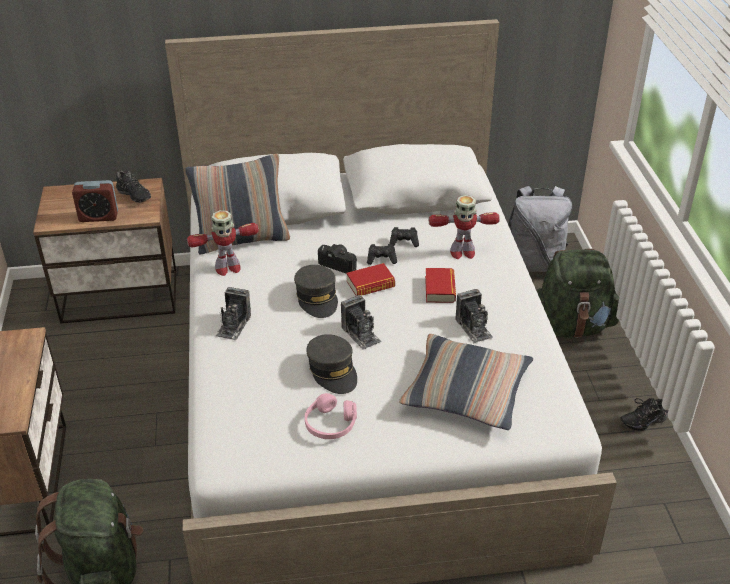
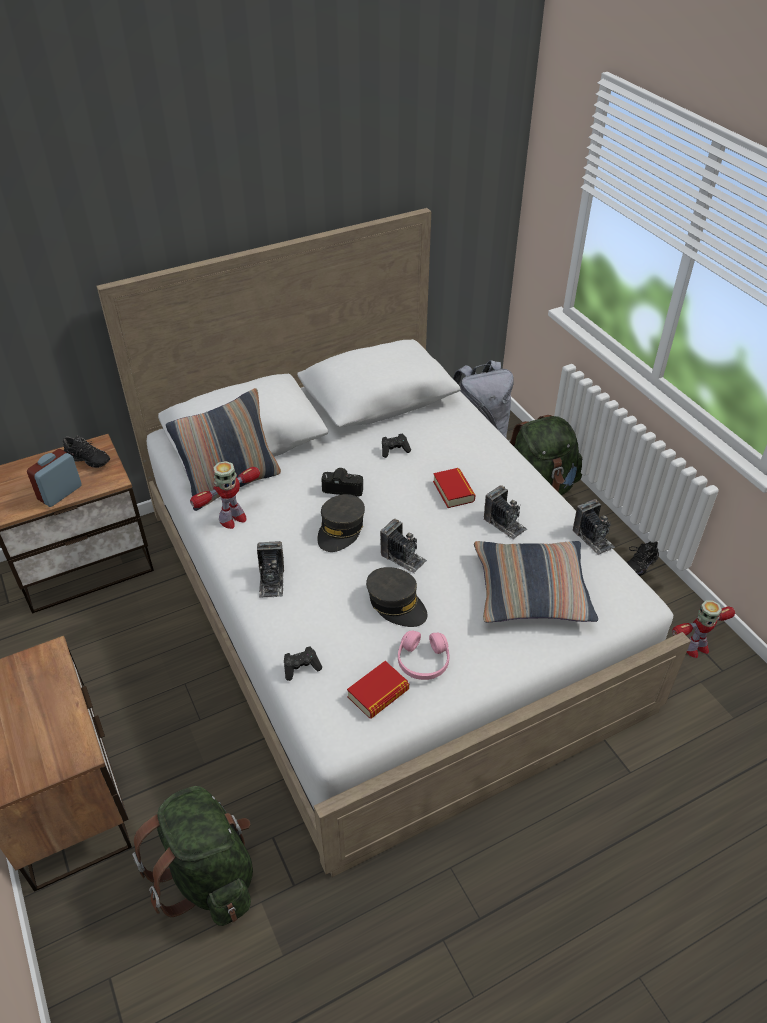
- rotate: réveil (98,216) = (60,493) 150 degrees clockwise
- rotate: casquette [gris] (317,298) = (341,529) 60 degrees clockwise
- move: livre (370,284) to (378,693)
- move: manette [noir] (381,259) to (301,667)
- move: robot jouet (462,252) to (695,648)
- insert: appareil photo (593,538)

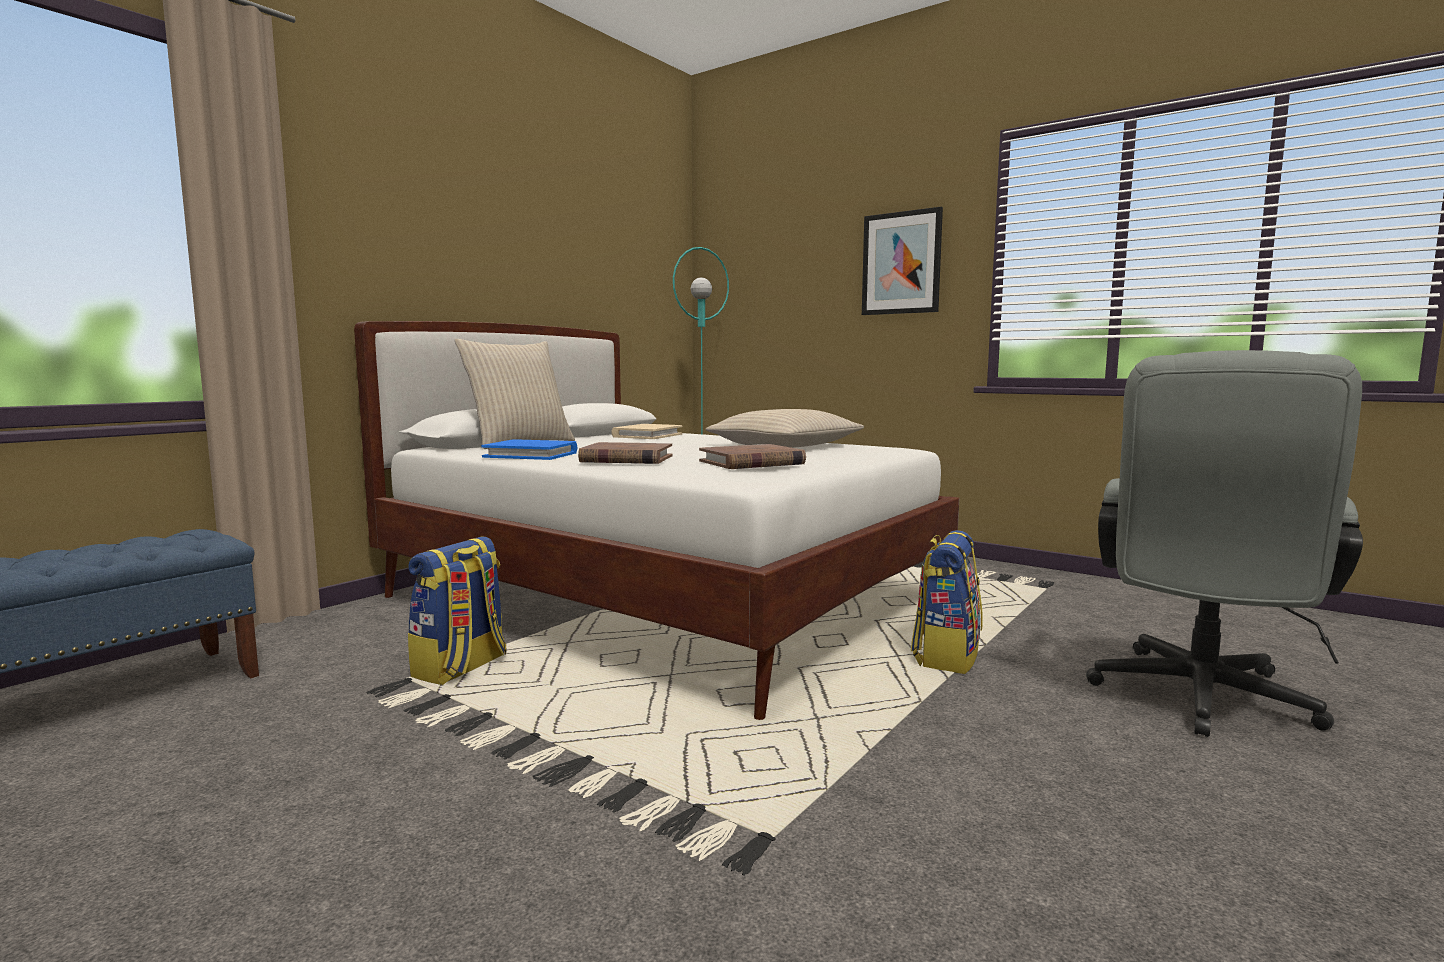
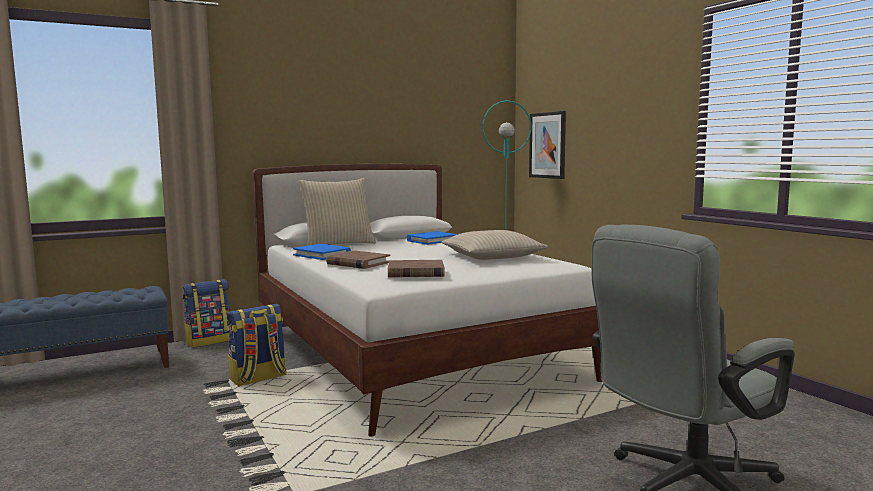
- recolor: livre [beige] (647,435) to livre [bleu] (432,240)
- move: tableau (901,263) to (547,145)
- move: sac à dos (945,656) to (208,341)

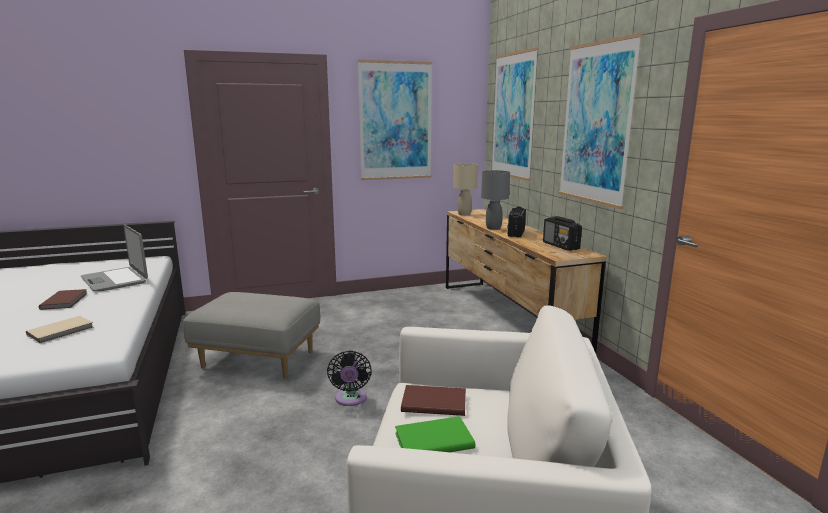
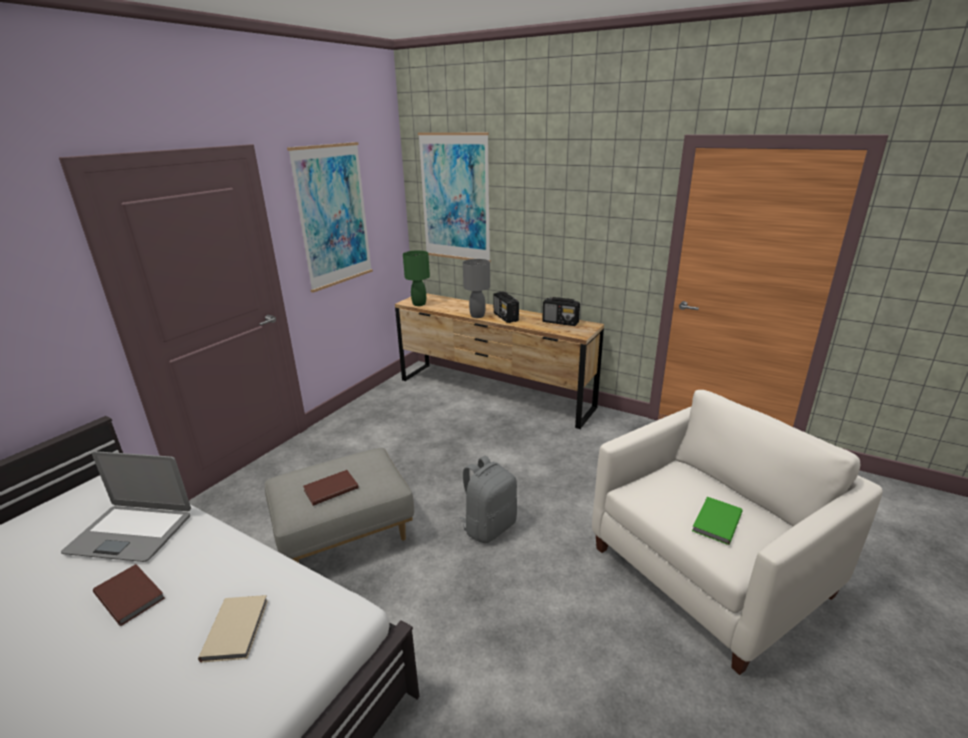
- replace: ventilateur [noir] (350,399) to sac à dos [gris] (489,526)
- move: livre [marron] (433,402) to (330,489)
- recolor: lampe de table [beige] (464,214) to lampe de table [vert] (419,304)
- delete: tableau (596,123)

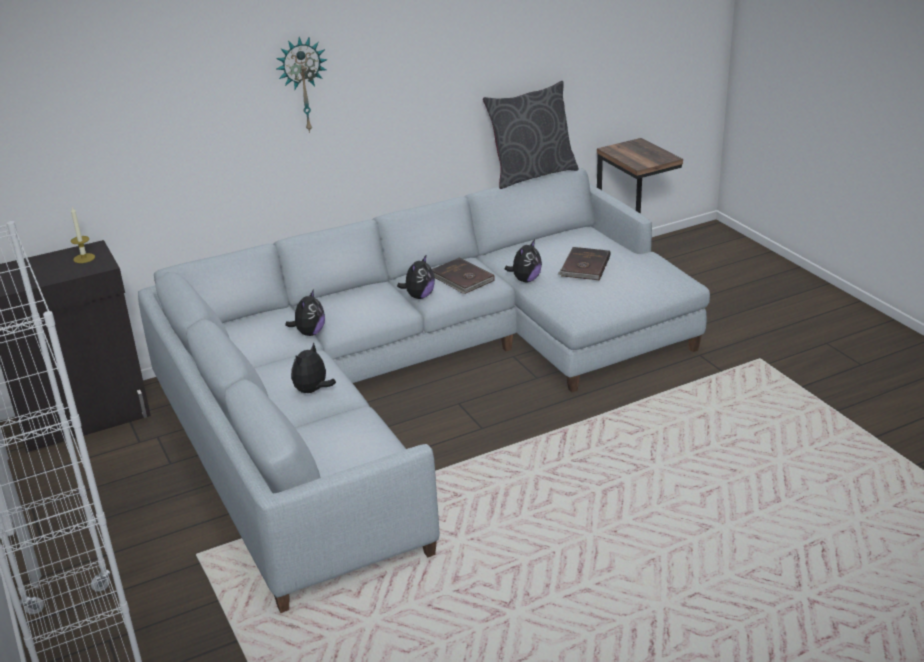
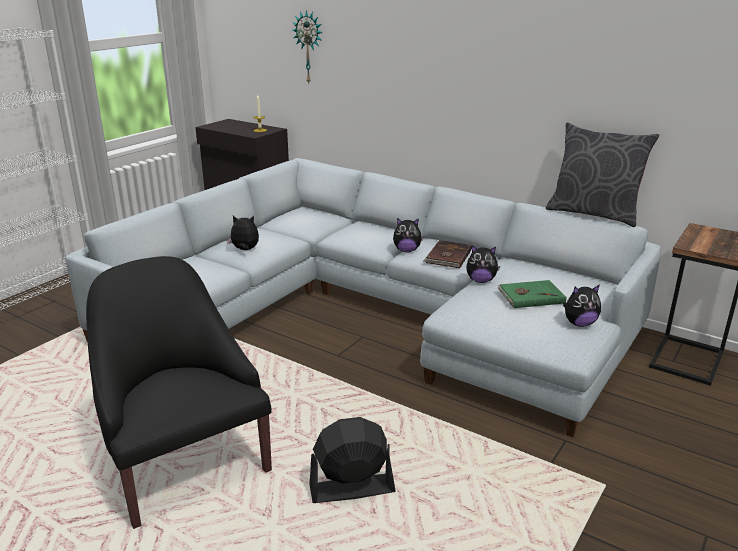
- move: horloge murale (302,84) to (309,47)
- move: peluche (309,333) to (579,323)
- recolor: livre [marron] (584,266) to livre [vert] (530,296)
- insert: fauteuil [noir] (185,465)
- insert: ventilateur [noir] (351,489)

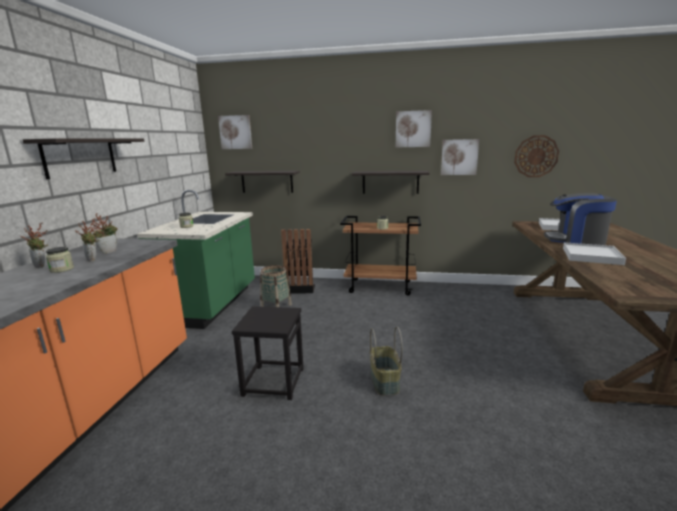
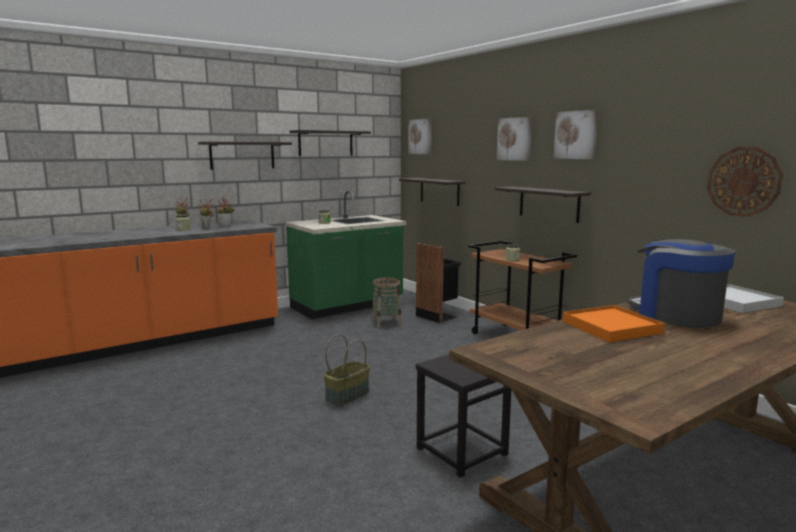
- move: tabouret [noir] (273,381) to (461,451)
- move: tableau (459,157) to (515,139)
- recolor: plateau [blanc] (591,256) to plateau [orange] (611,327)
- insert: étagère (326,143)

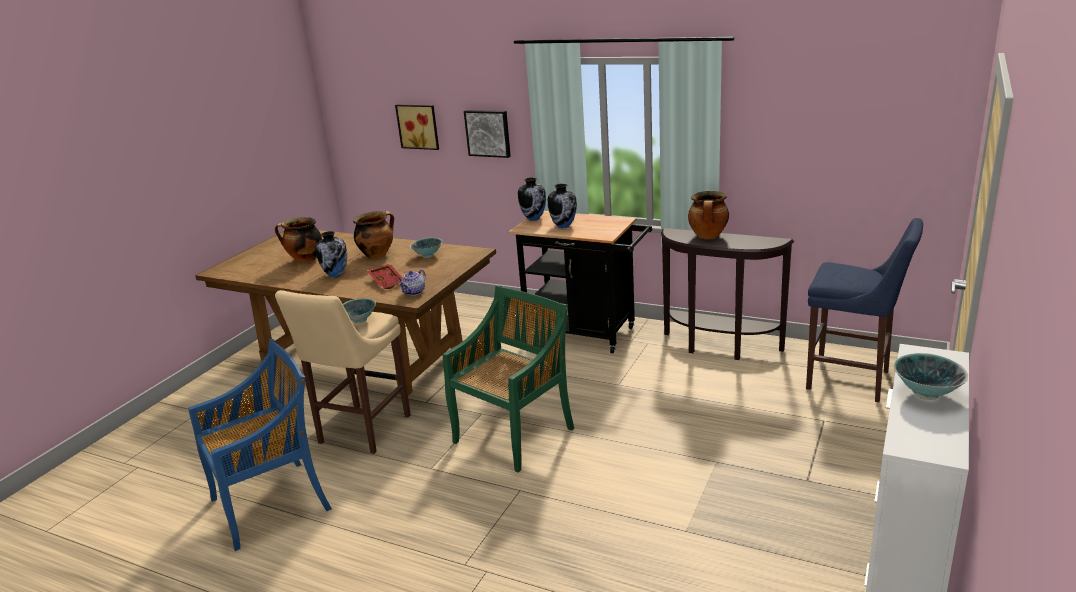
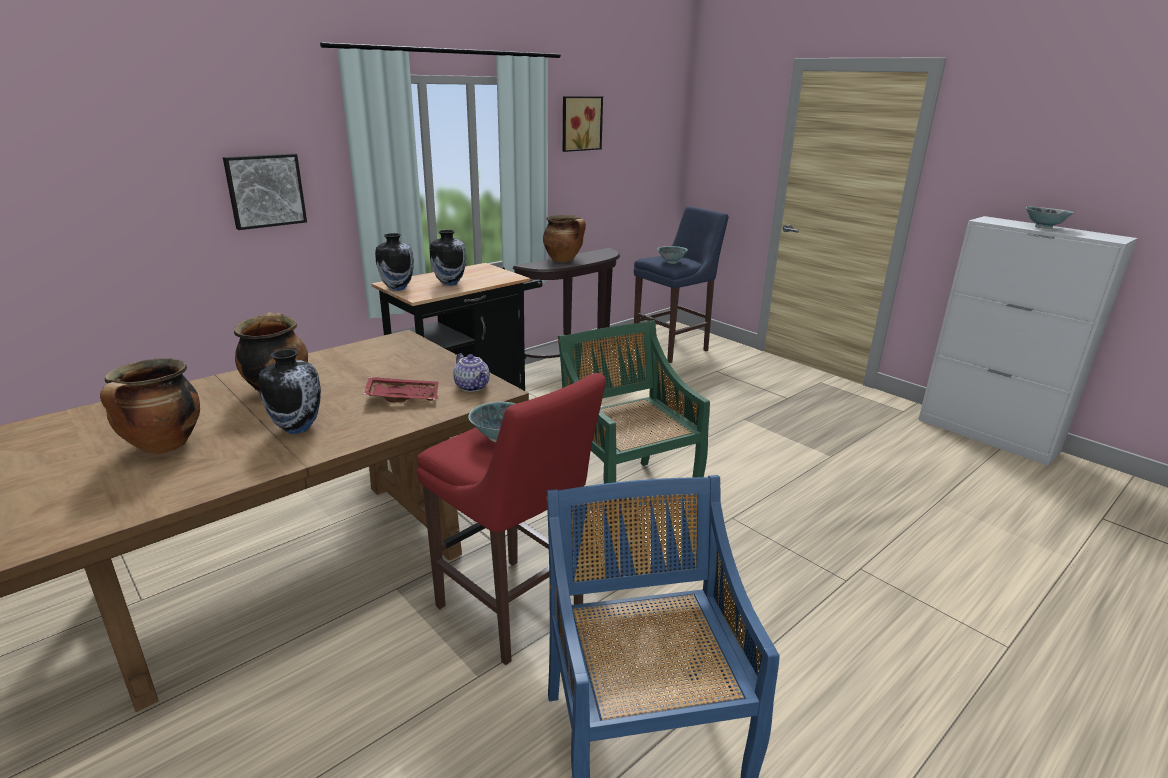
- recolor: tabouret [beige] (361,431) to tabouret [rouge] (514,612)
- move: tableau (419,126) to (580,123)
- move: bol (428,256) to (671,262)

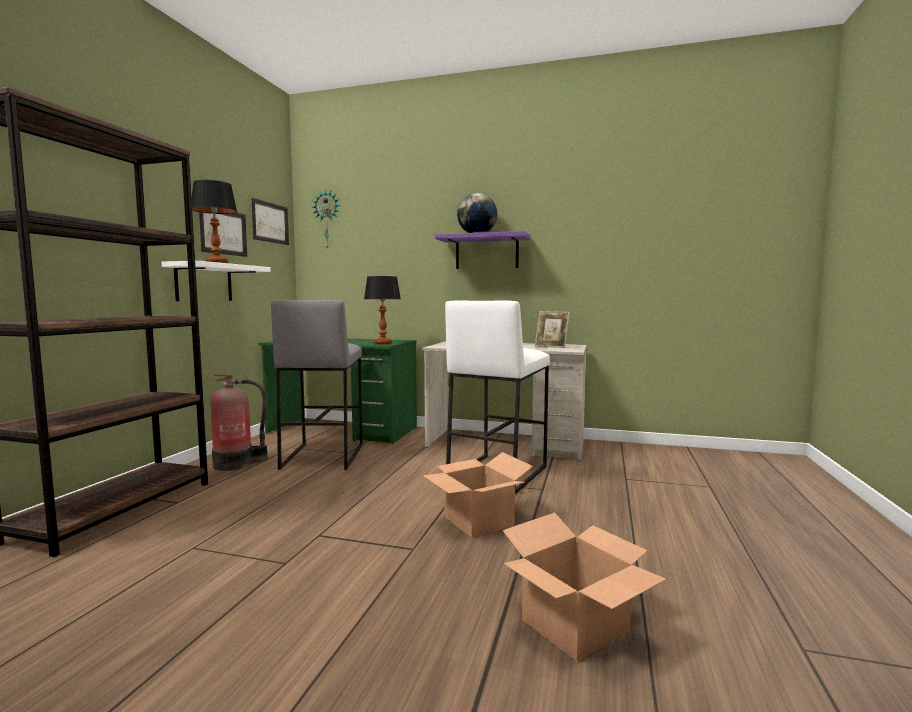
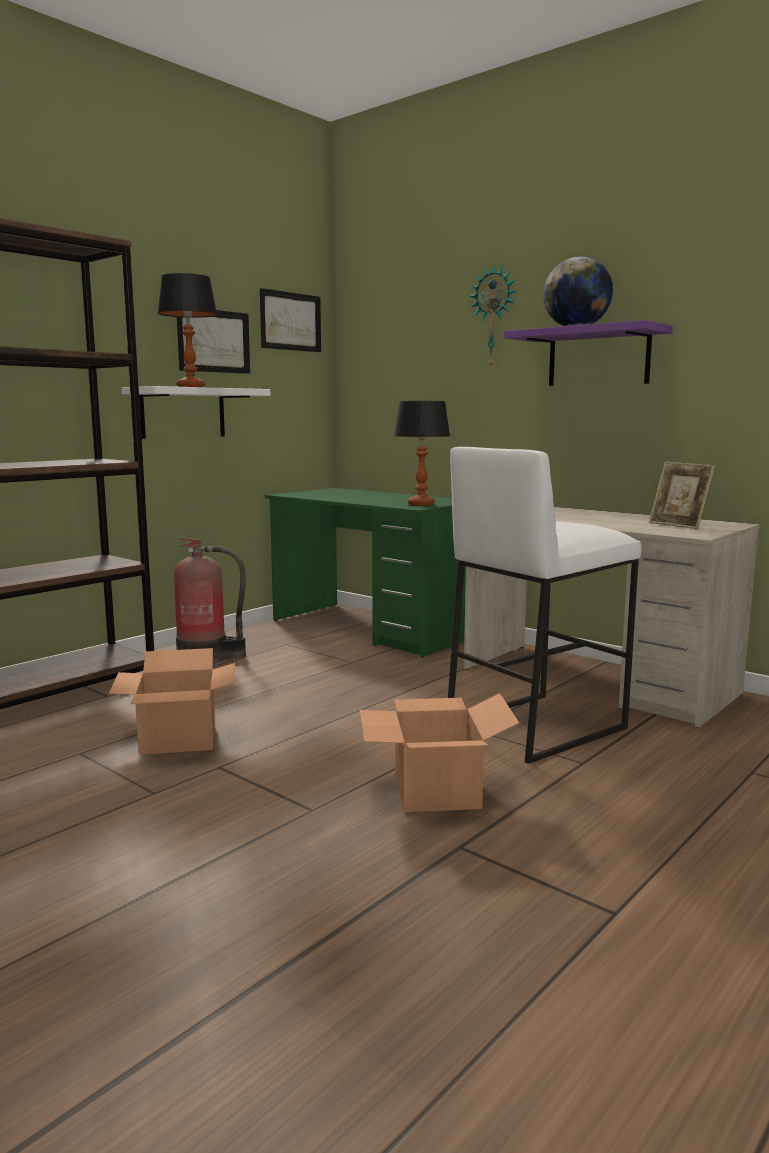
- delete: tabouret [gris] (322,456)
- move: horloge murale (327,220) to (494,317)
- move: carton (575,624) to (180,738)

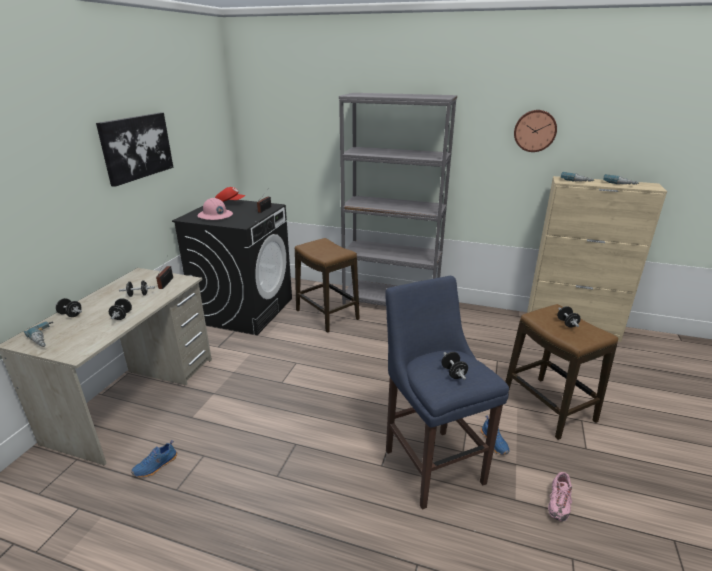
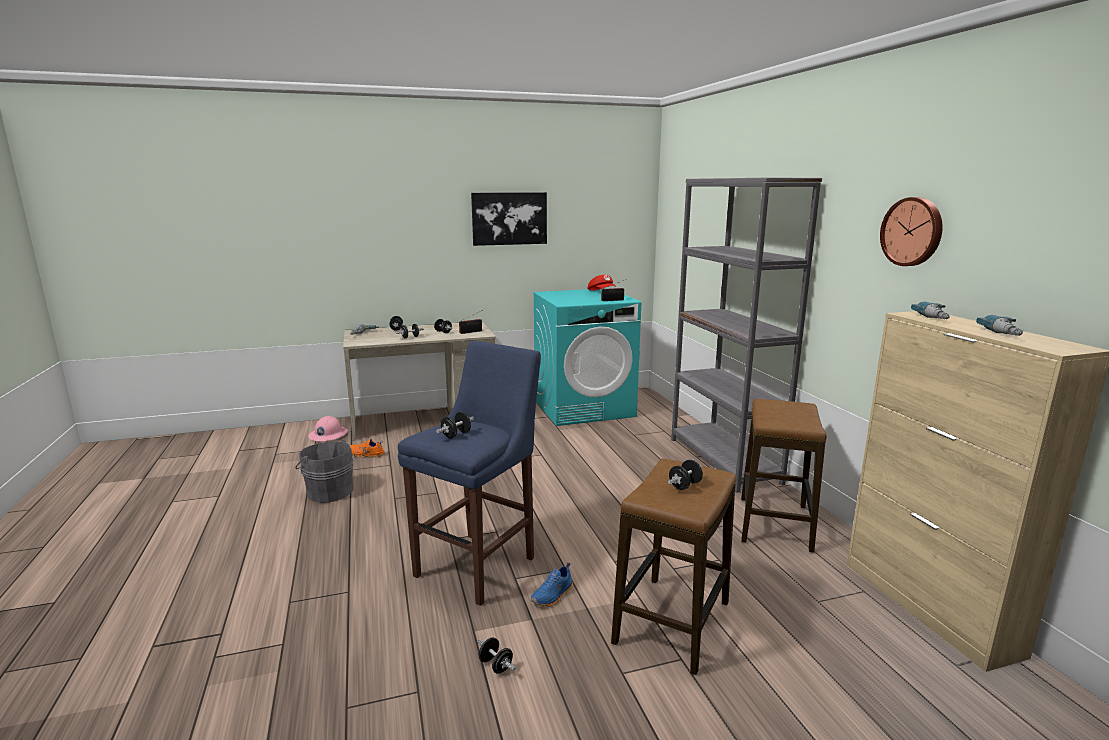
- recolor: chaussure [bleu] (156,466) to chaussure [orange] (366,455)
- recolor: lave-linge [noir] (244,310) to lave-linge [turquoise] (584,408)
- move: casque de chantier [rose] (215,216) to (328,435)
- move: tabouret (327,315) to (774,523)
- replace: chaussure [rose] (558,503) to haltère [noir] (496,665)
- insert: seau [gris] (329,491)

